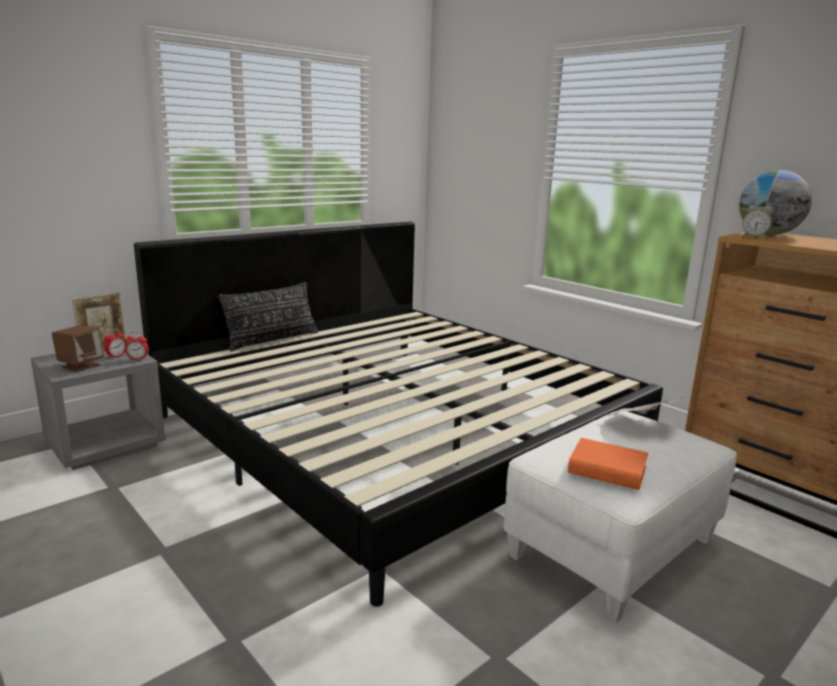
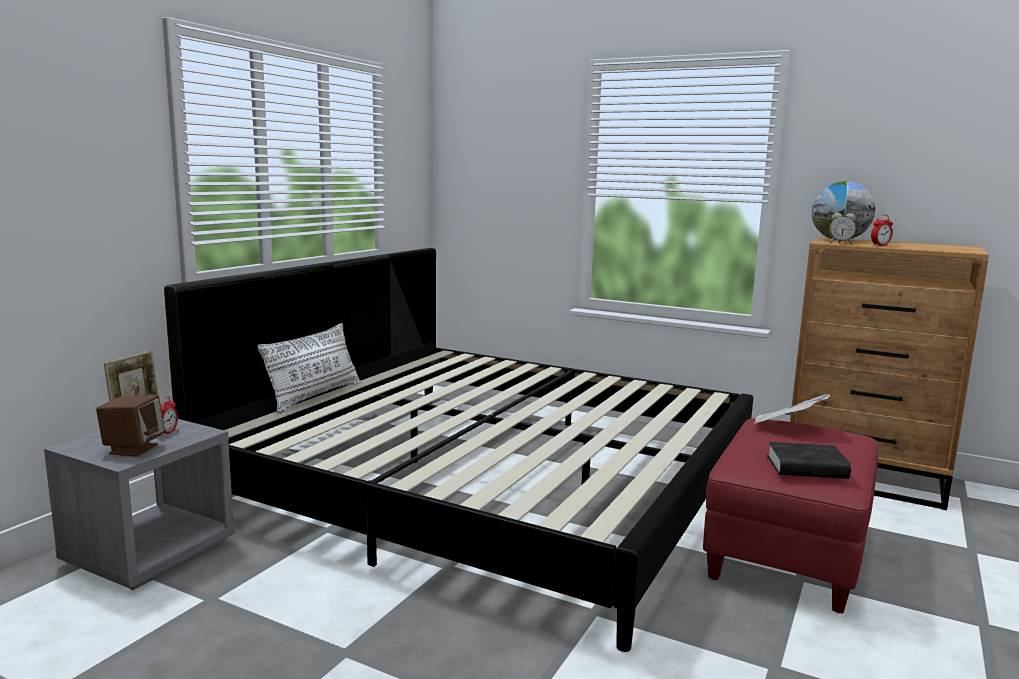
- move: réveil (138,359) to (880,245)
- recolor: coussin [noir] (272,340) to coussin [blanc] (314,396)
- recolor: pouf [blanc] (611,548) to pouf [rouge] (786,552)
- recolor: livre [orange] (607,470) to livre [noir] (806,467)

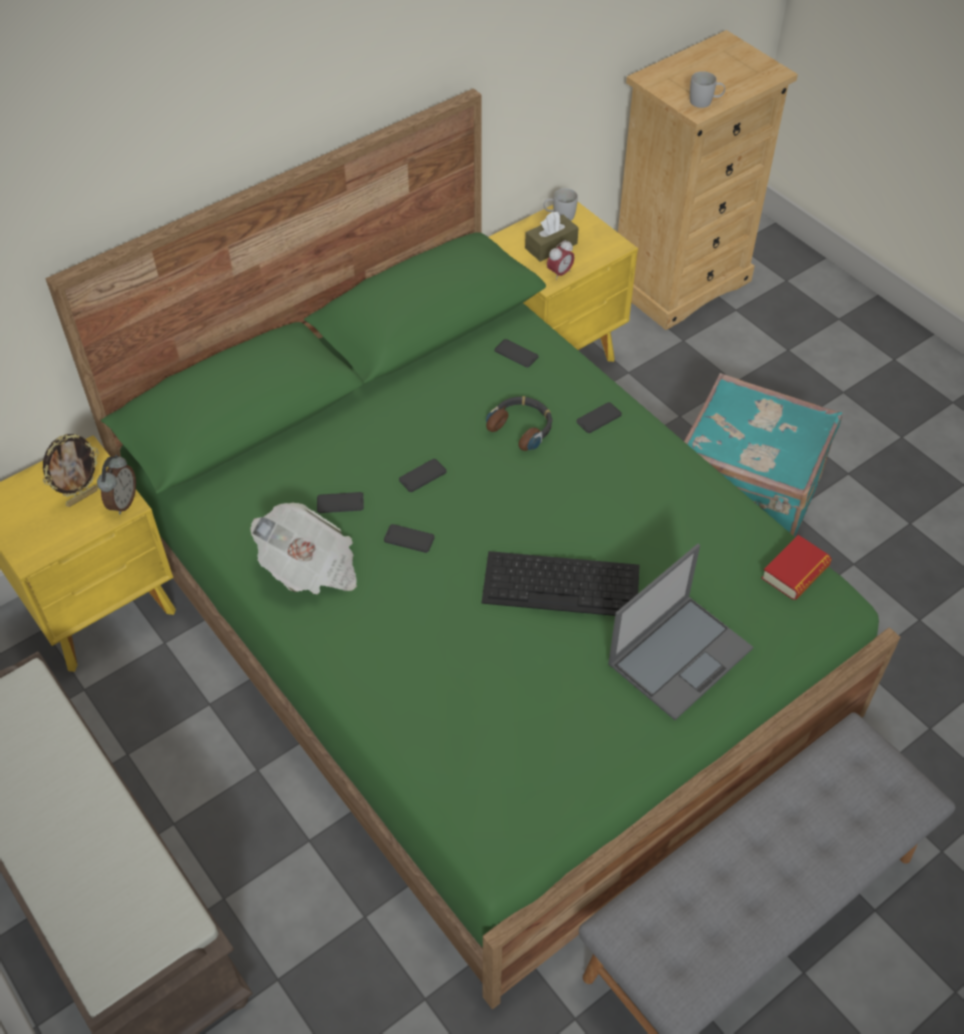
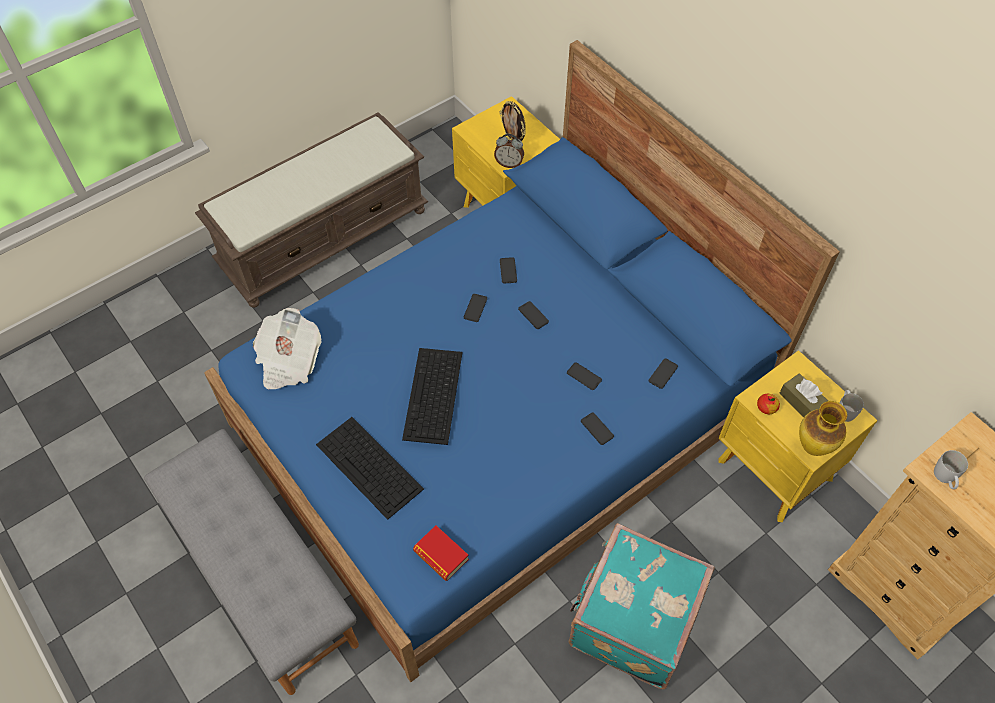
- recolor: lit [vert] (482,621) to lit [bleu] (499,419)
- move: journal (310,568) to (288,361)
- replace: casque audio (521,427) to téléphone (584,376)
- replace: réveil (560,273) to pomme (766,408)
- replace: ordinateur portable (681,655) to clavier (370,467)
- insert: vase (812,447)

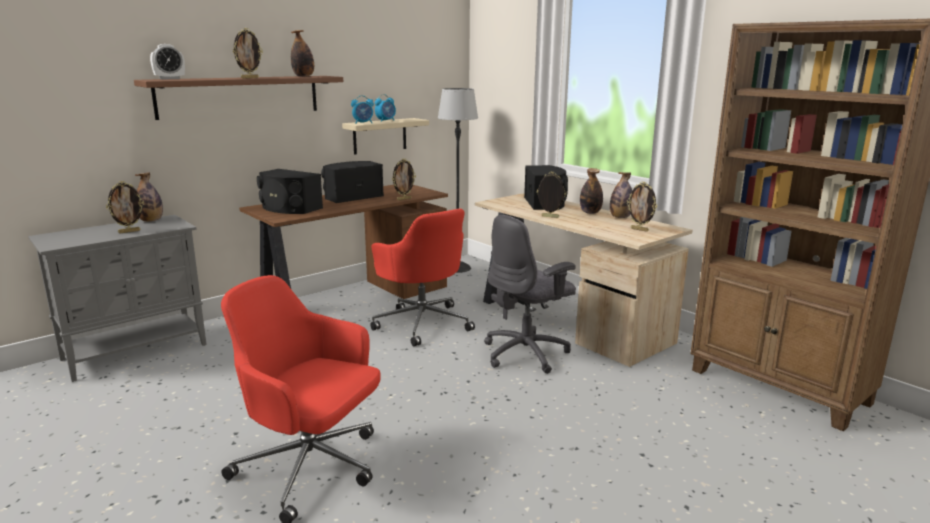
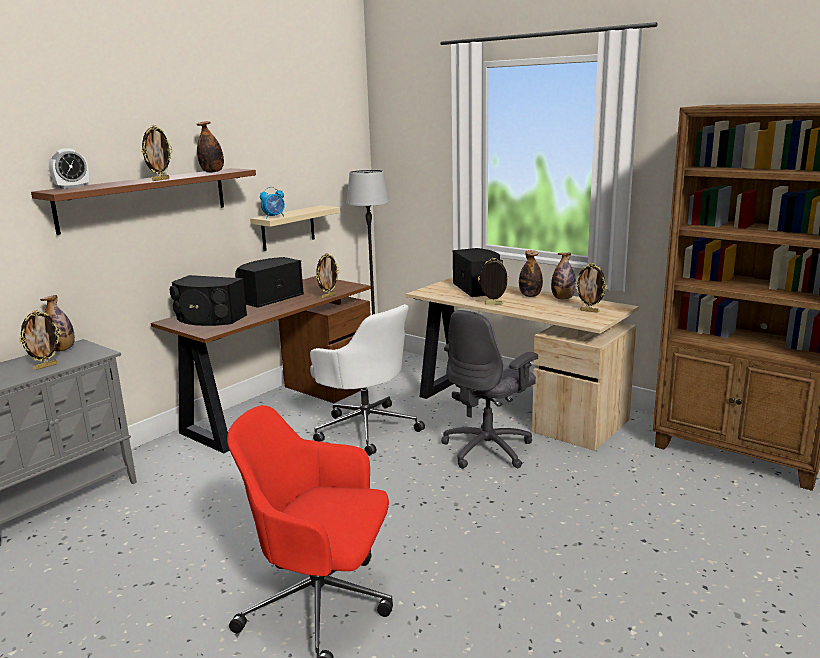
- recolor: chaise de bureau [rouge] (422,323) to chaise de bureau [blanc] (366,428)
- delete: réveil (386,121)

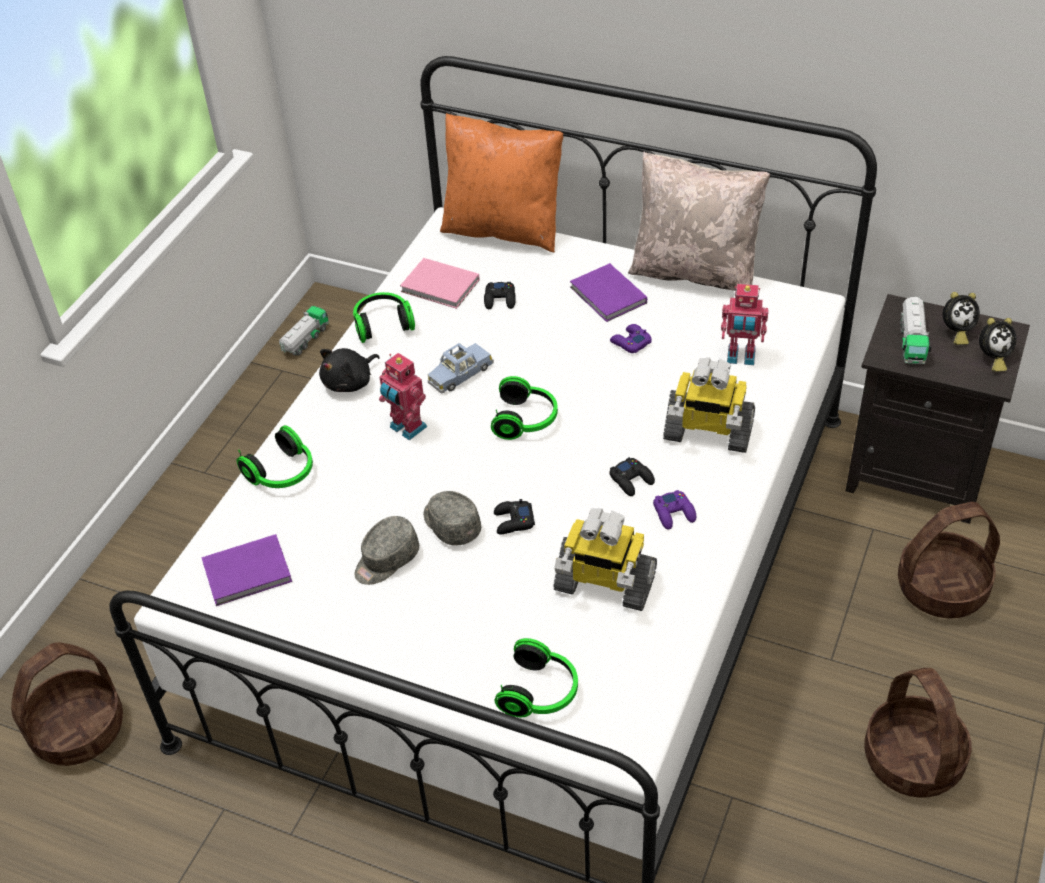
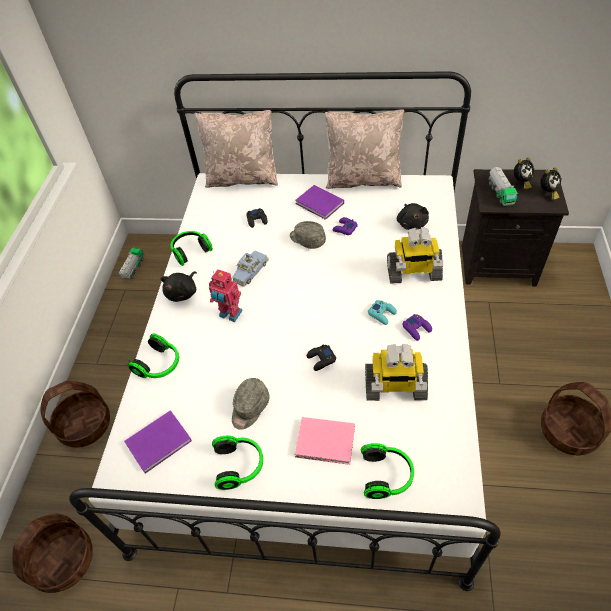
- move: livre [rose] (441,287) to (327,442)
- move: casquette [gris] (450,524) to (307,239)
- recolor: coussin [orange] (504,229) to coussin [beige] (243,178)
- move: casque audio (526,420) to (240,465)
- recolor: manette [noir] (631,480) to manette [turquoise] (382,314)
- replace: robot jouet (741,357) to peluche [noir] (411,223)
- move: panier (942,587) to (85,425)

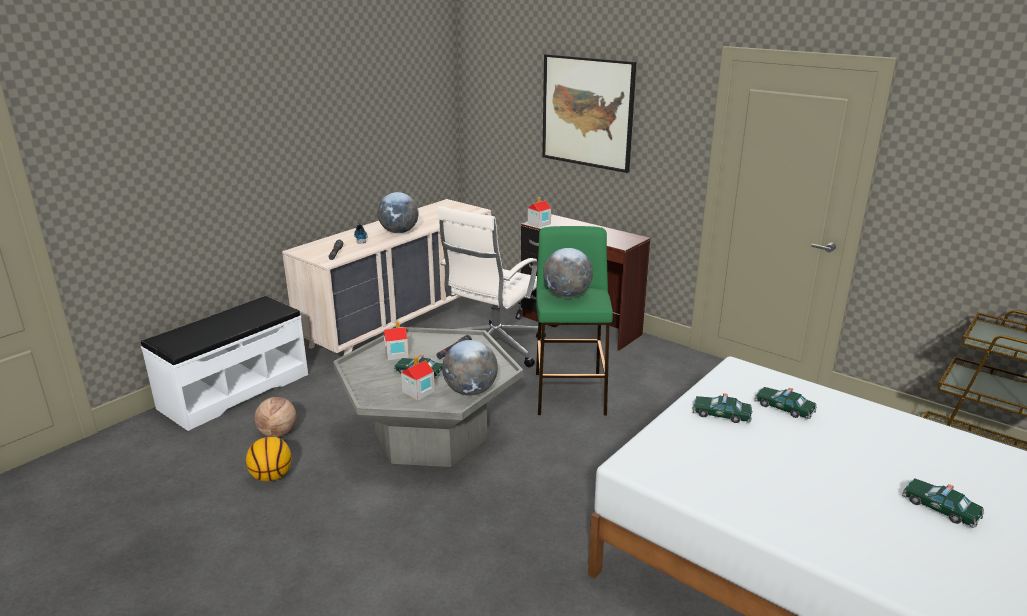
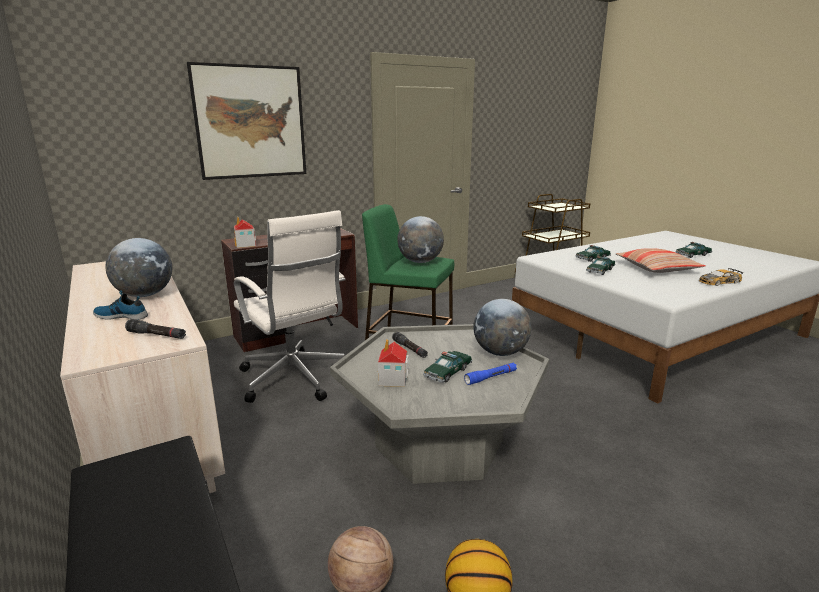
- replace: maison miniature (418,392) to lampe de poche [bleu] (491,377)
- insert: coussin (657,268)
- insert: petite voiture (719,282)

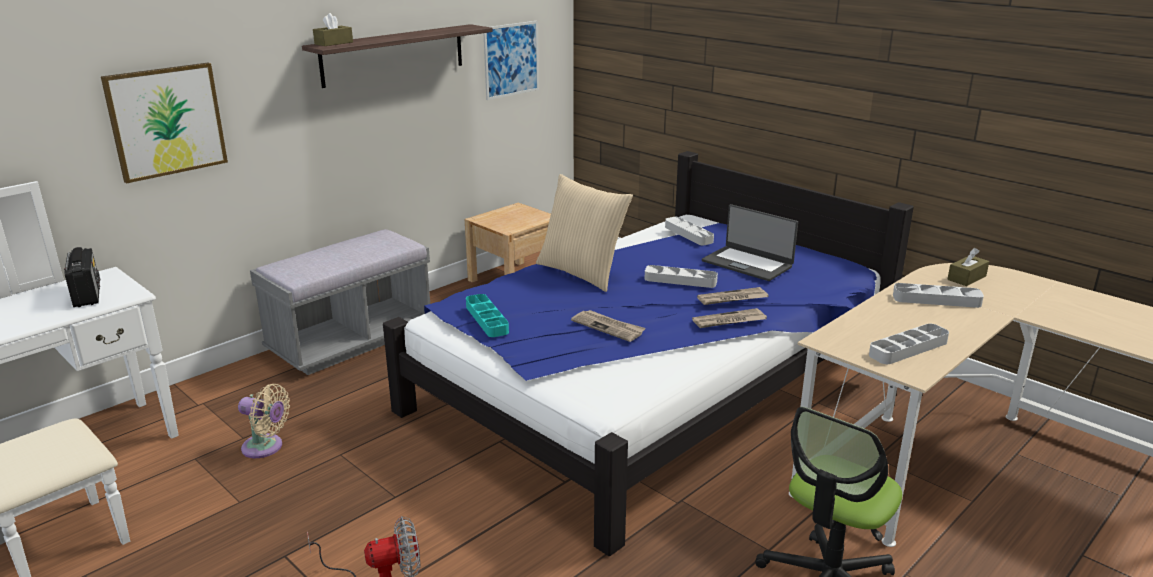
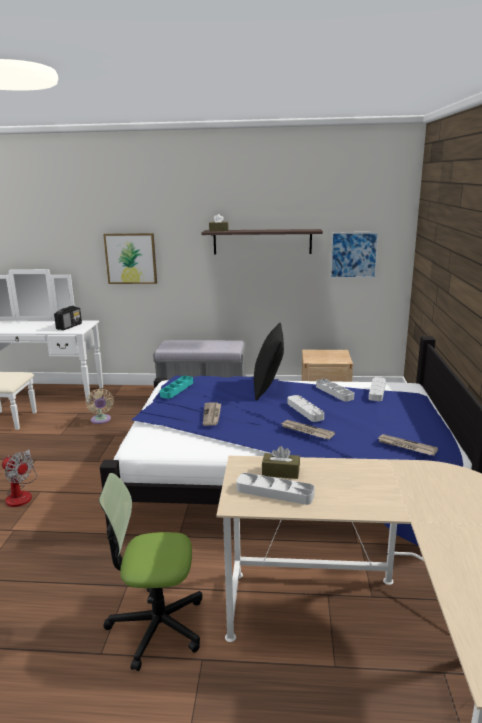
- recolor: coussin [beige] (582,273) to coussin [noir] (268,388)
- move: journal (729,321) to (406,446)
- delete: ordinateur portable (747,263)
- move: plateau [gris] (936,300) to (334,392)
- move: boîte à mouchoirs [marron] (966,278) to (280,472)

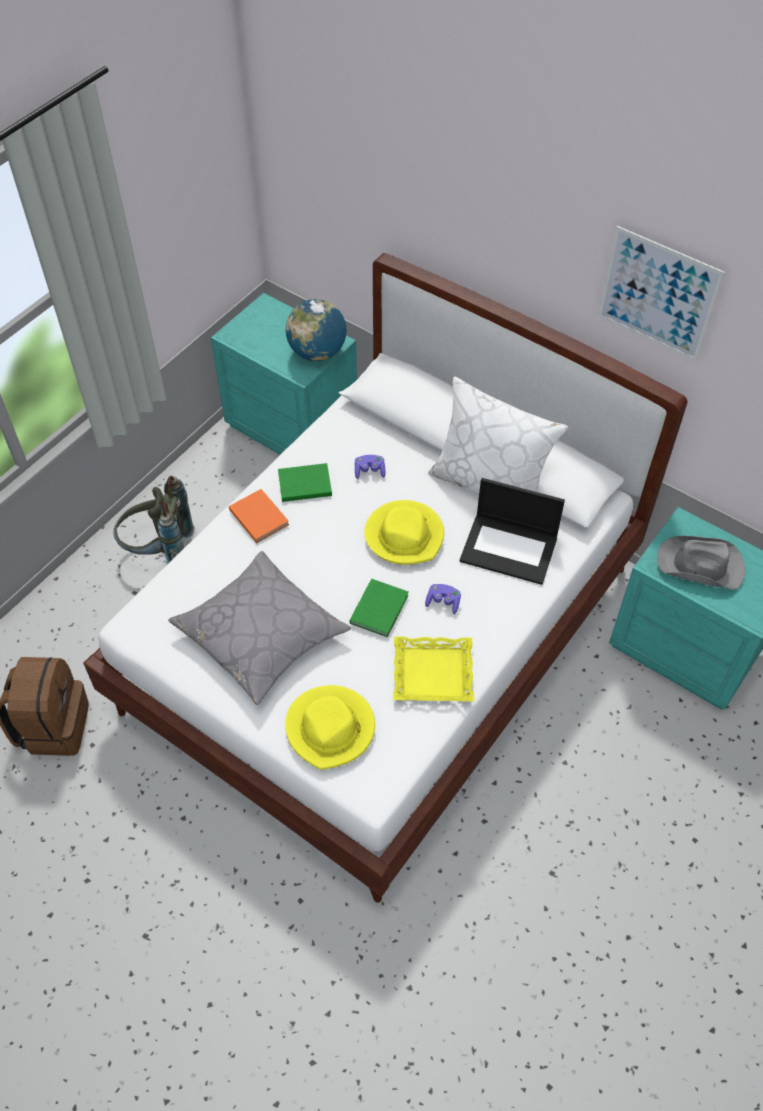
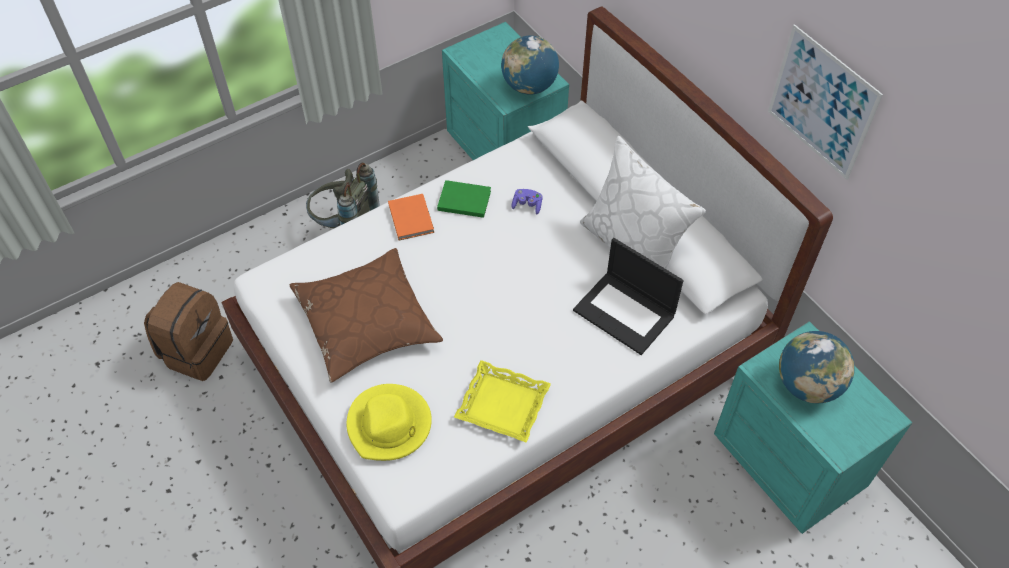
- recolor: coussin [gris] (261,634) to coussin [marron] (367,322)
- delete: livre [vert] (380,608)
- delete: chapeau [jaune] (404,535)
- delete: manette [violet] (443,602)
- replace: chapeau [gris] (701,566) to globe (807,385)

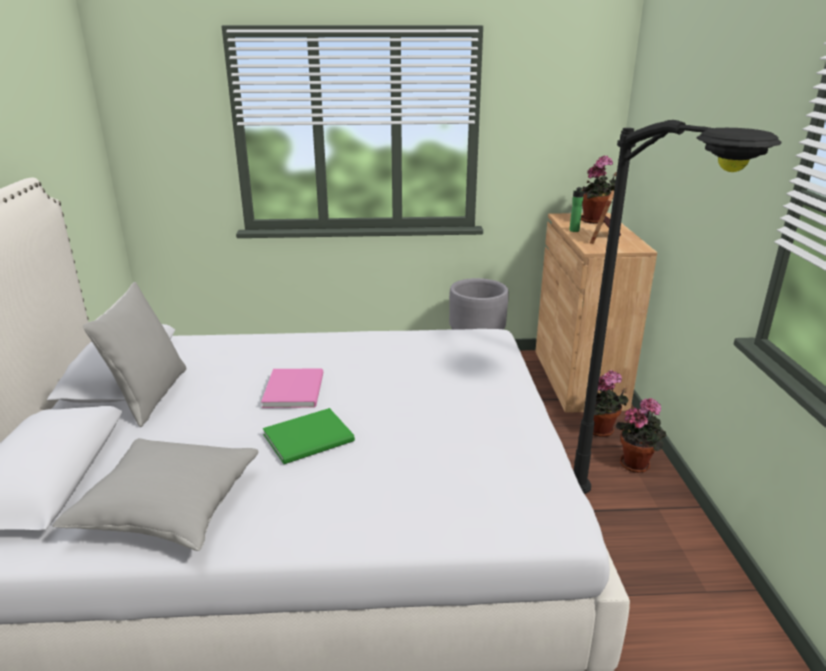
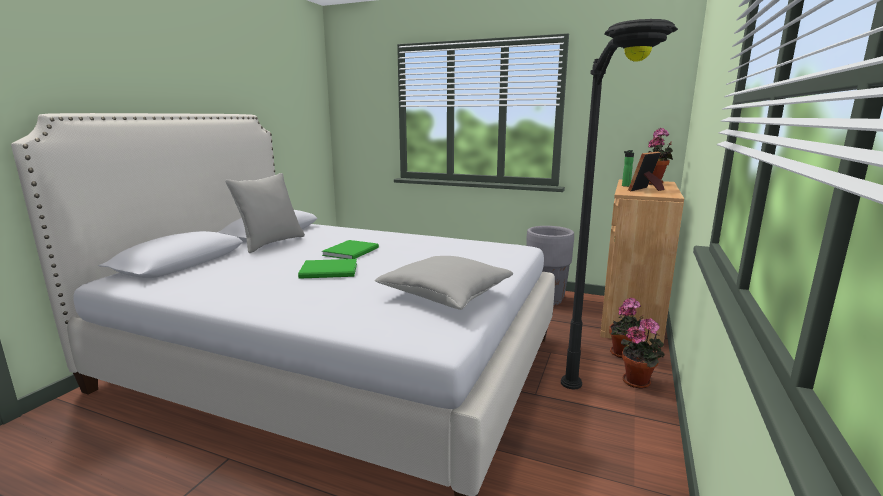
- move: coussin [gris] (168,507) to (445,295)
- recolor: livre [rose] (296,389) to livre [vert] (353,251)

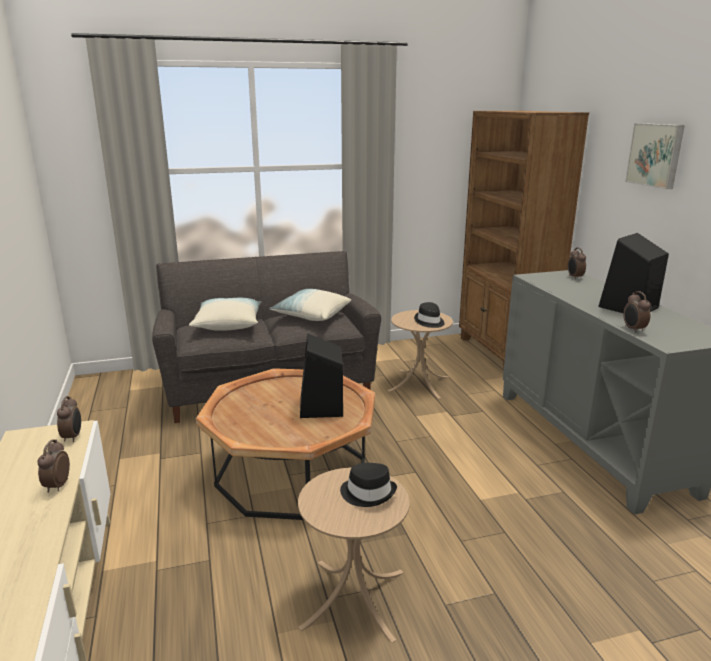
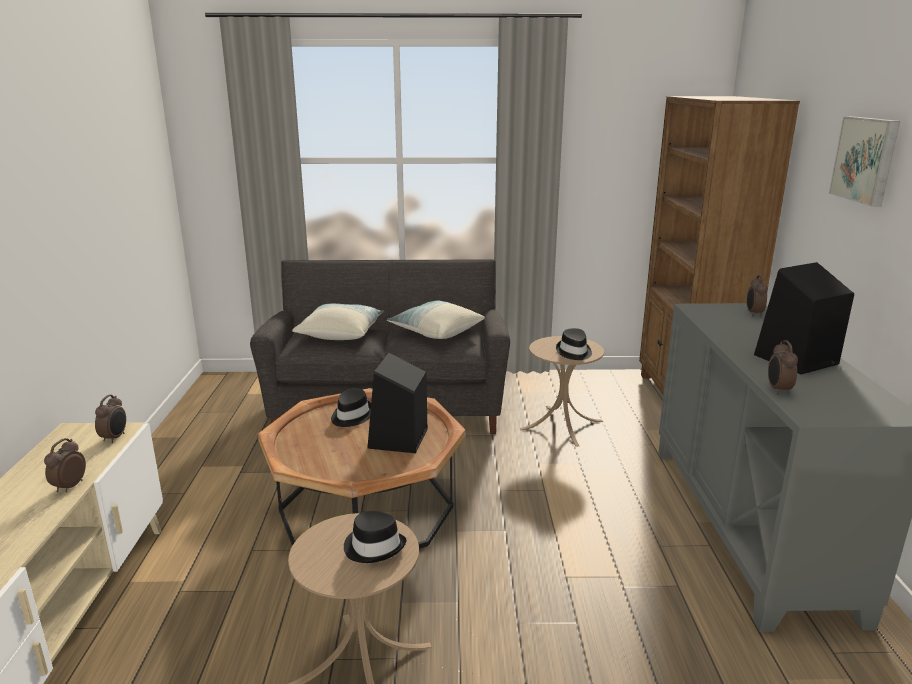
- insert: chapeau [noir] (351,416)

